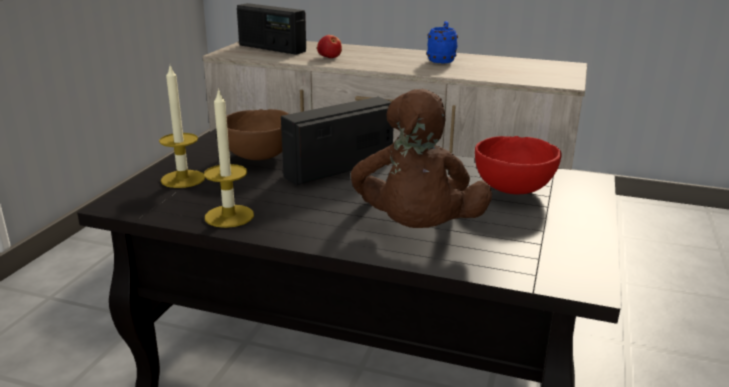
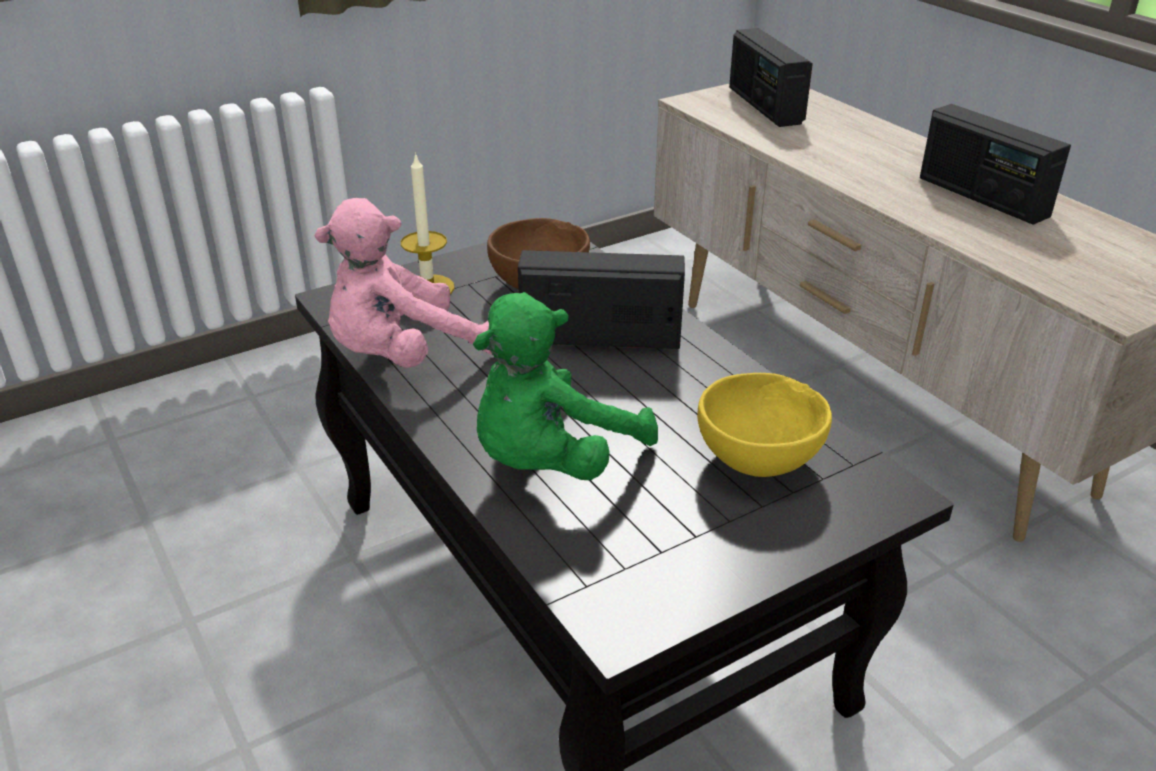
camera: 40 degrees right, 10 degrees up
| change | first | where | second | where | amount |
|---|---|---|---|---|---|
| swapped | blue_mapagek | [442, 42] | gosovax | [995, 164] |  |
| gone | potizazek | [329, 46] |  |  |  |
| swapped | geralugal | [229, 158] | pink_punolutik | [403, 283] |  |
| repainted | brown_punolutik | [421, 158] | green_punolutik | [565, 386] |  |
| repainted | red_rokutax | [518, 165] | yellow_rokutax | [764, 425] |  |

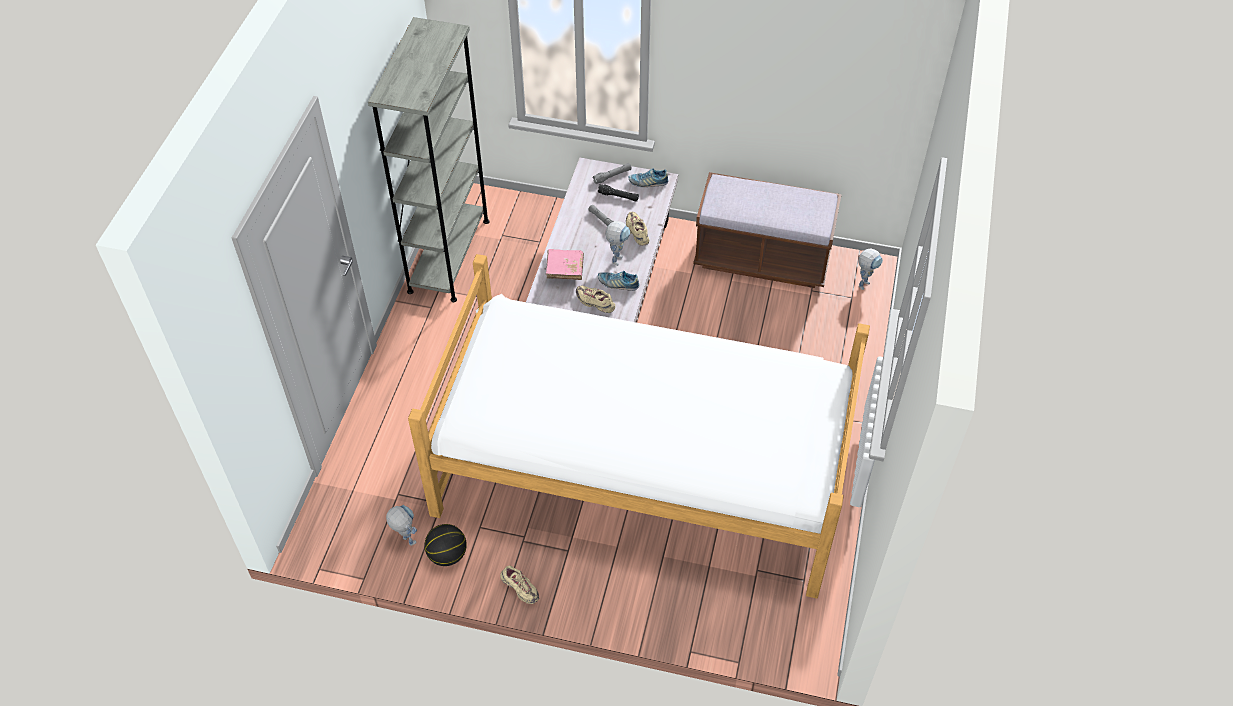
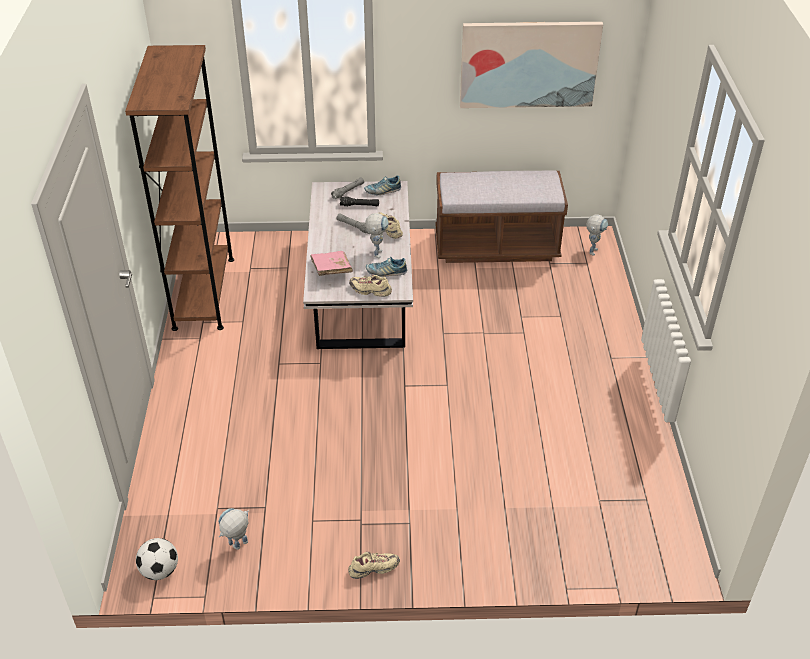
camera: 15 degrees left, 10 degrees down
| change | first | where | second | where | amount |
|---|---|---|---|---|---|
| repainted | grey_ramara | [428, 159] | brown_ramara | [179, 188] |  |
| gone | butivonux | [639, 426] |  |  |  |
| rotated | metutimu | [401, 525] |  | [233, 529] | 75 degrees counterclockwise |
| gone | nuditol | [445, 545] |  |  |  |
| rotated | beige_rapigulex | [519, 584] |  | [374, 565] | 45 degrees counterclockwise |
| new |  |  | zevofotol | [531, 65] |  |
| new |  |  | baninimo | [157, 559] |  |

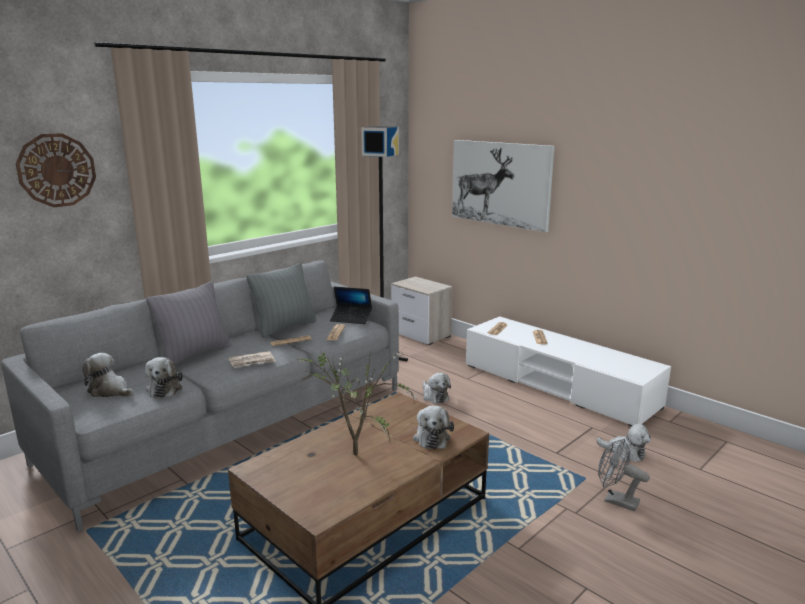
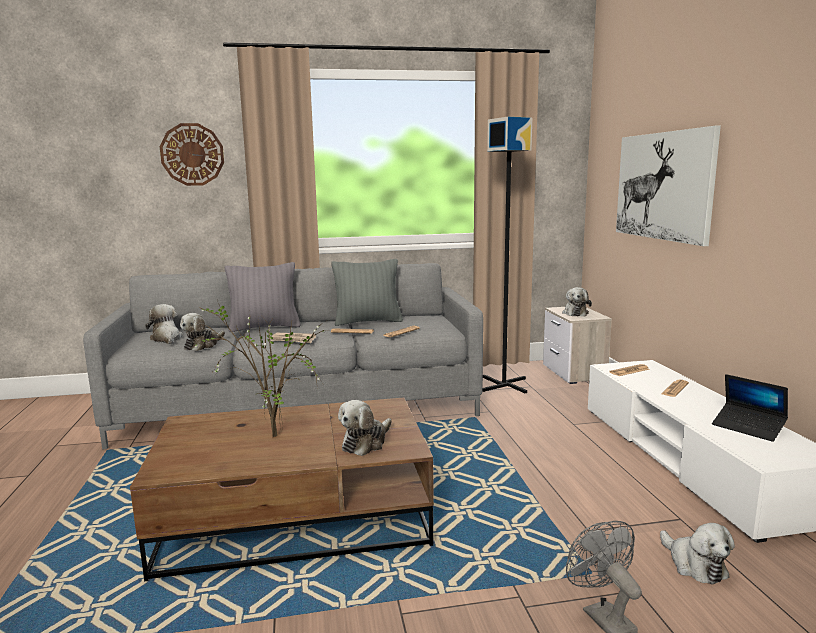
camera: 35 degrees right, 5 degrees down
| change | first | where | second | where | amount |
|---|---|---|---|---|---|
| shifted | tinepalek | [351, 305] |  | [750, 408] |  |
| shifted | punolutik | [437, 388] |  | [577, 301] |  |

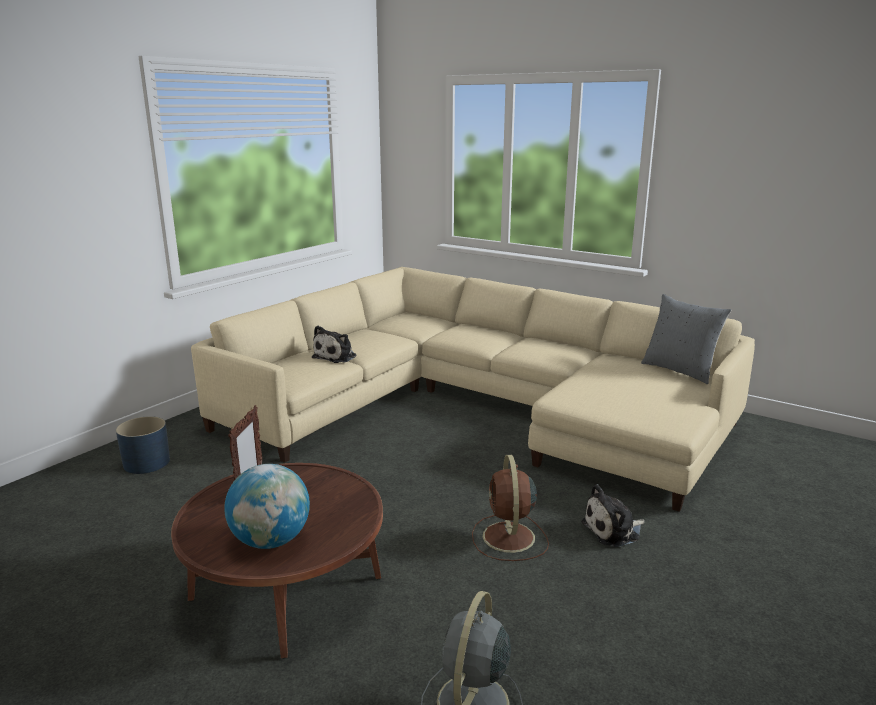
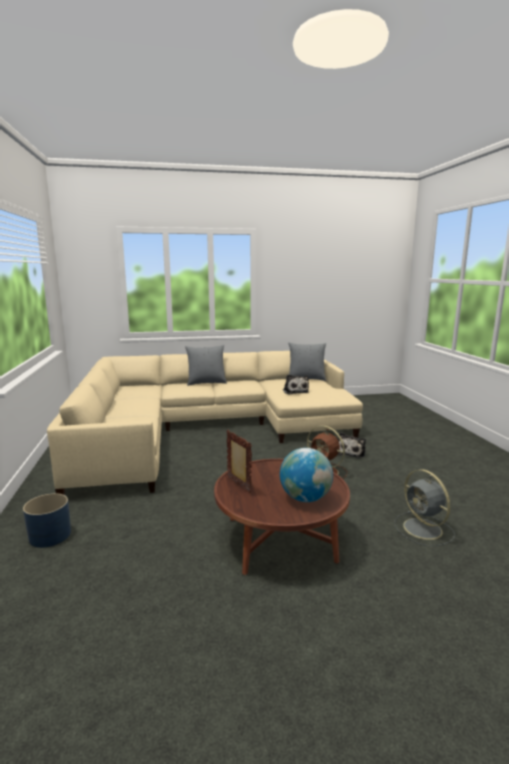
camera: 45 degrees left, 5 degrees down
| change | first | where | second | where | amount |
|---|---|---|---|---|---|
| shifted | punolutik | [334, 344] |  | [296, 384] |  |
| new |  |  | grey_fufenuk | [206, 365] |  |

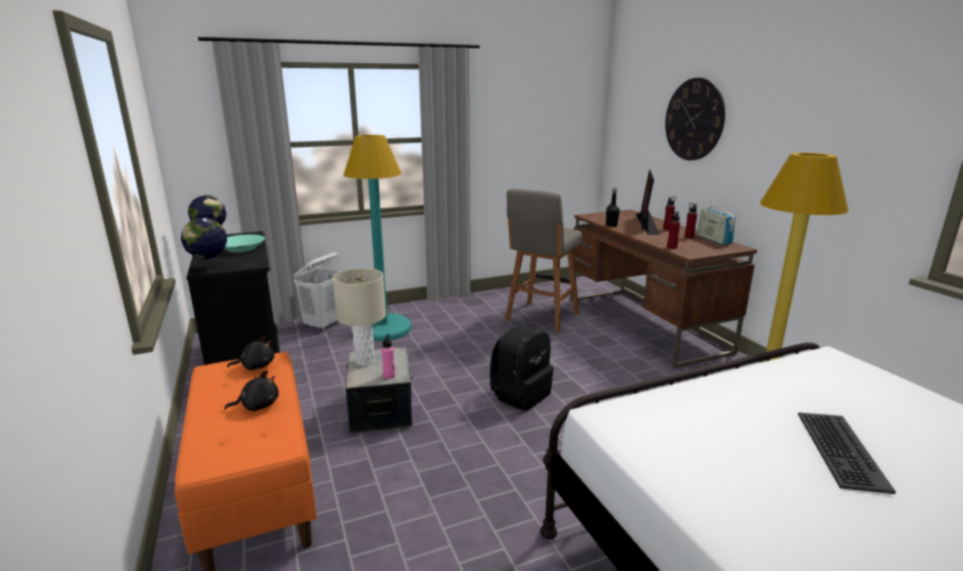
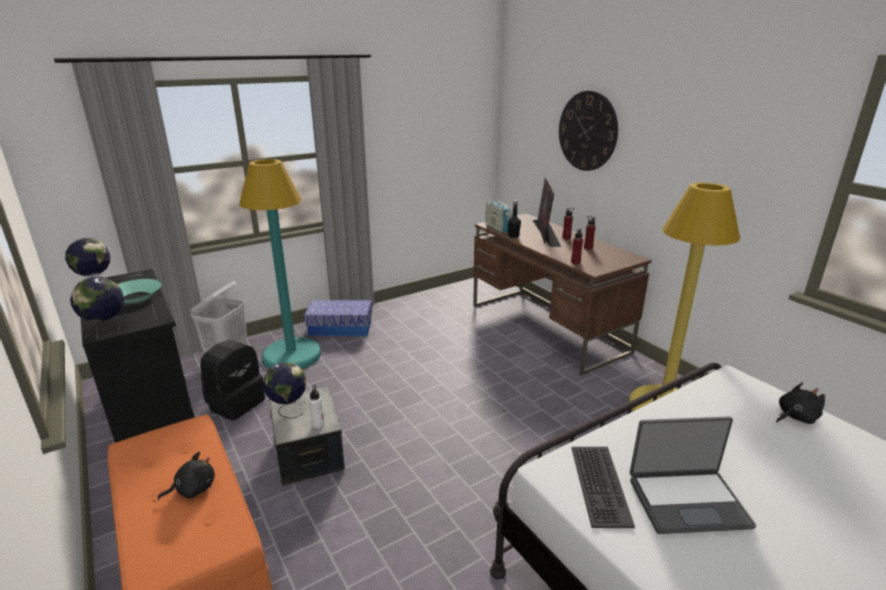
camera: 10 degrees left, 5 degrees up
| change | first | where | second | where | amount |
|---|---|---|---|---|---|
| gone | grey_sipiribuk | [544, 261] |  |  |  |
| shifted | gosovax | [716, 224] |  | [498, 216] |  |
| swapped | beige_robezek | [359, 317] | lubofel | [284, 390] |  |
| shifted | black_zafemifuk | [522, 368] |  | [232, 380] |  |
| repainted | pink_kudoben | [388, 356] | white_kudoben | [316, 407] |  |
| shifted | black_punolutik | [251, 353] |  | [800, 403] |  |
| shifted | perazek | [847, 453] |  | [603, 487] |  |
| new |  |  | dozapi | [338, 318] |  |
| new |  |  | tinepalek | [693, 475] |  |

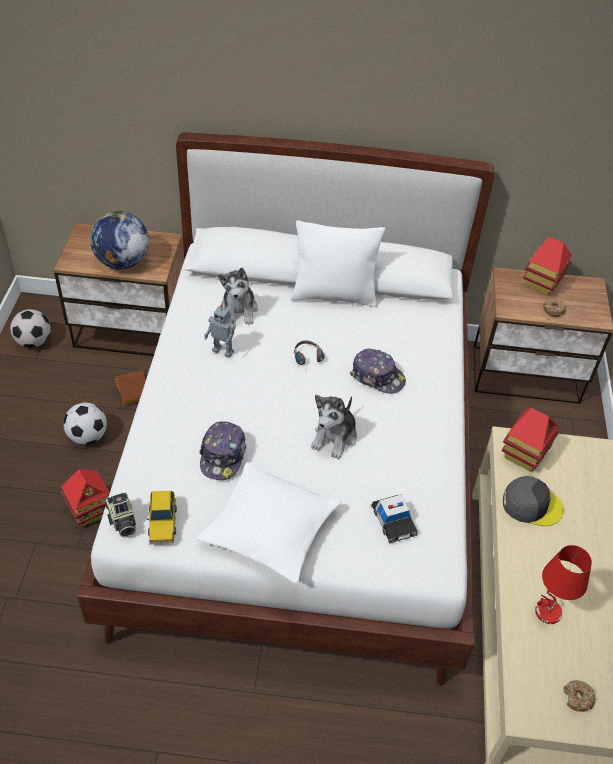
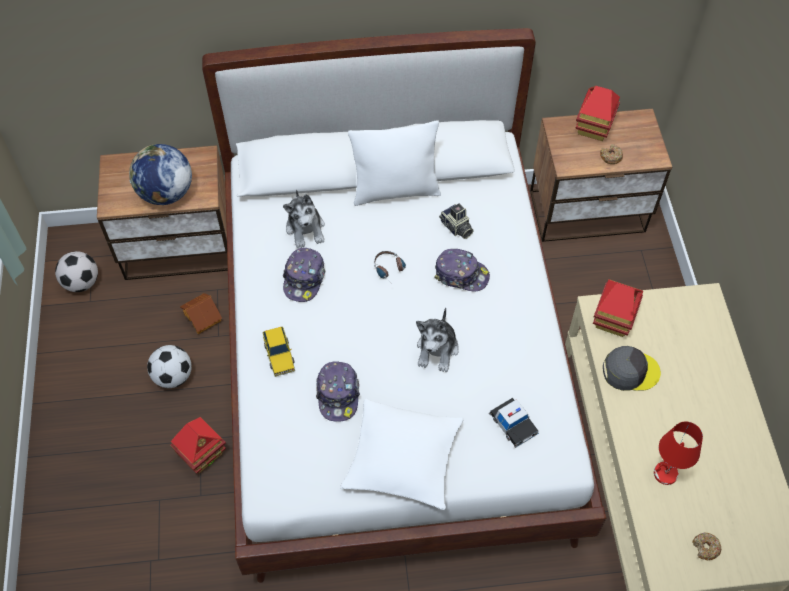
camera: 10 degrees left, 10 degrees up
| change | first | where | second | where | amount |
|---|---|---|---|---|---|
| swapped | metutimu | [220, 331] | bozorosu | [304, 275] |  |
| shifted | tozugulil | [162, 517] |  | [279, 352] |  |
| shifted | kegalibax | [120, 514] |  | [456, 221] |  |

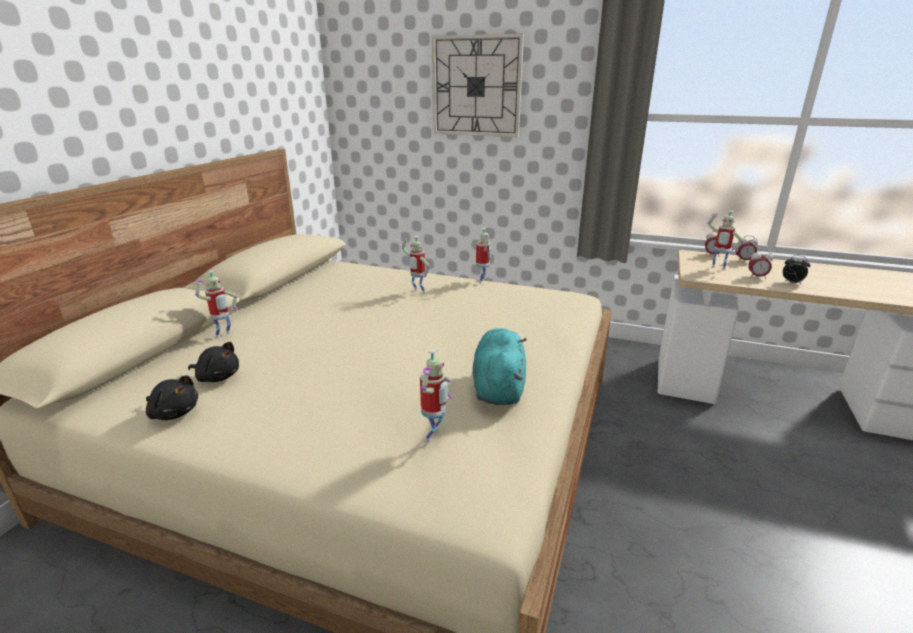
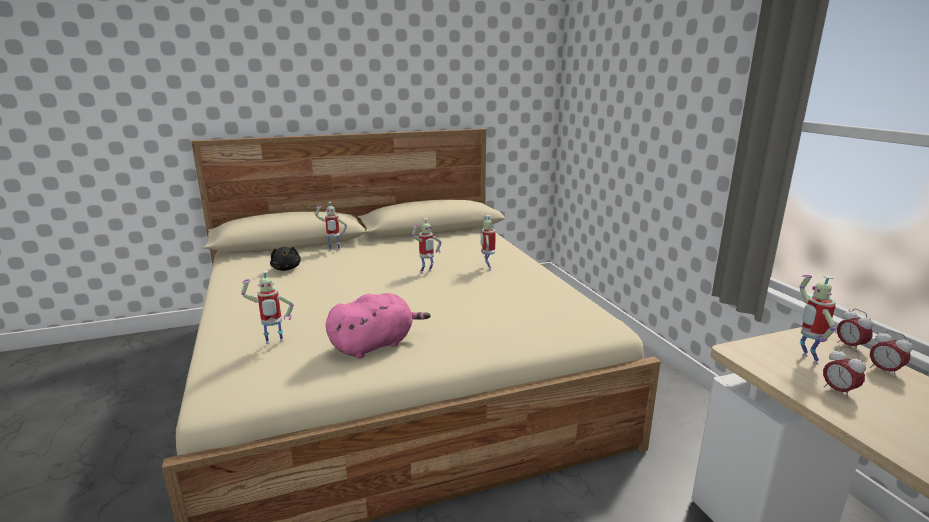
camera: 50 degrees right, 5 degrees down
| change | first | where | second | where | amount |
|---|---|---|---|---|---|
| gone | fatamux | [478, 85] |  |  |  |
| shifted | metutimu | [483, 256] |  | [427, 246] |  |
| gone | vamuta | [797, 269] |  |  |  |
| repainted | turquoise_punolutik | [499, 366] | pink_punolutik | [378, 326] |  |
| gone | black_punolutik | [172, 397] |  |  |  |

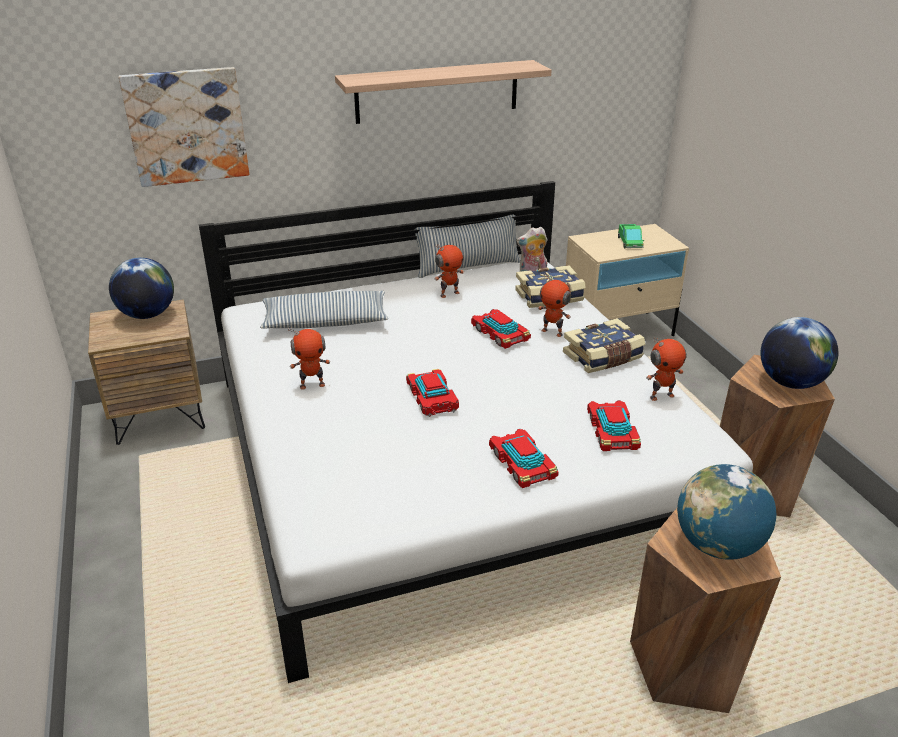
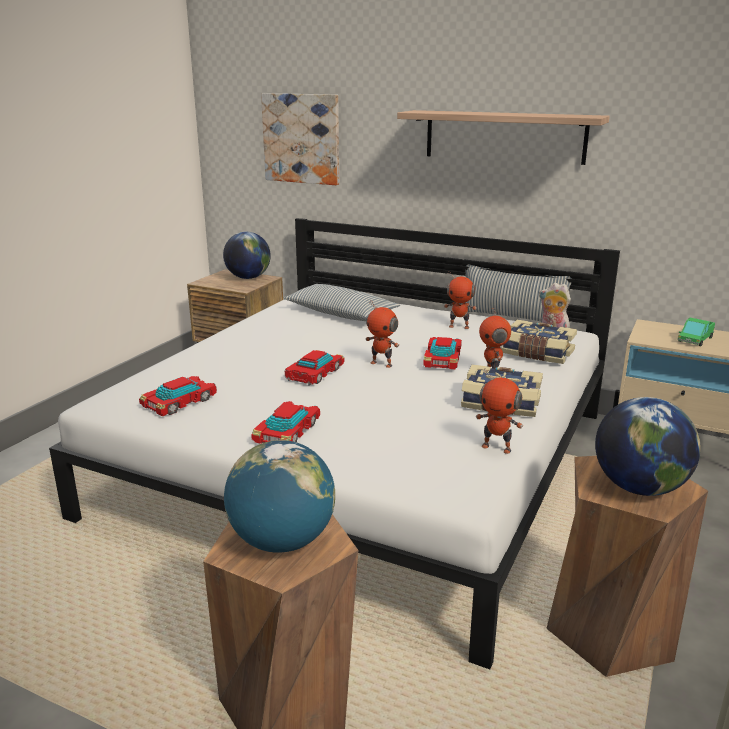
camera: 45 degrees right, 10 degrees down
| change | first | where | second | where | amount |
|---|---|---|---|---|---|
| shifted | metutimu | [309, 358] |  | [382, 334] |  |
| shifted | tozugulil | [614, 425] |  | [178, 396] |  |

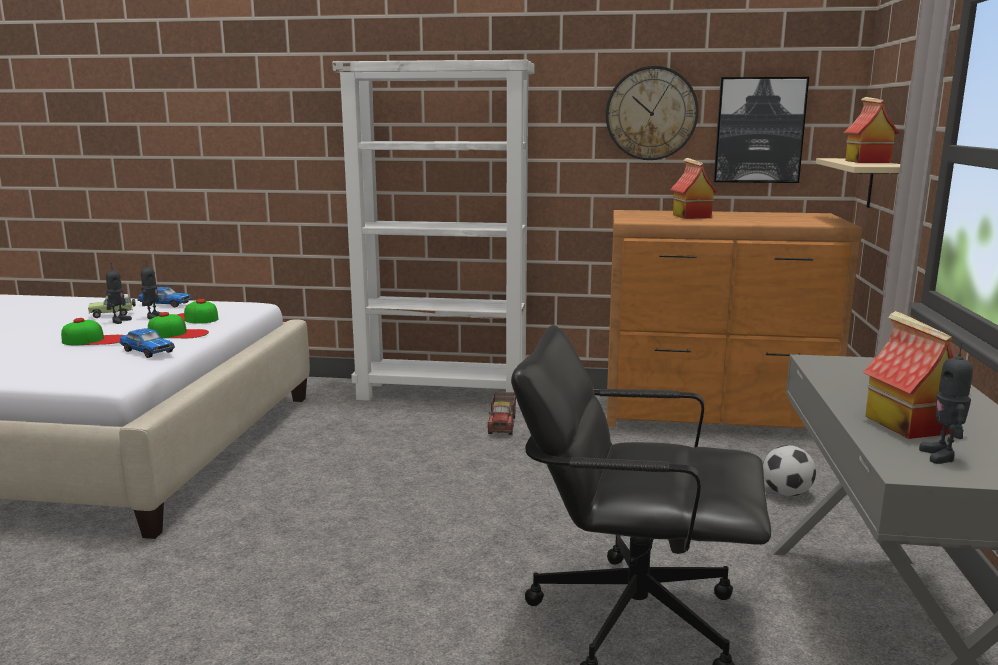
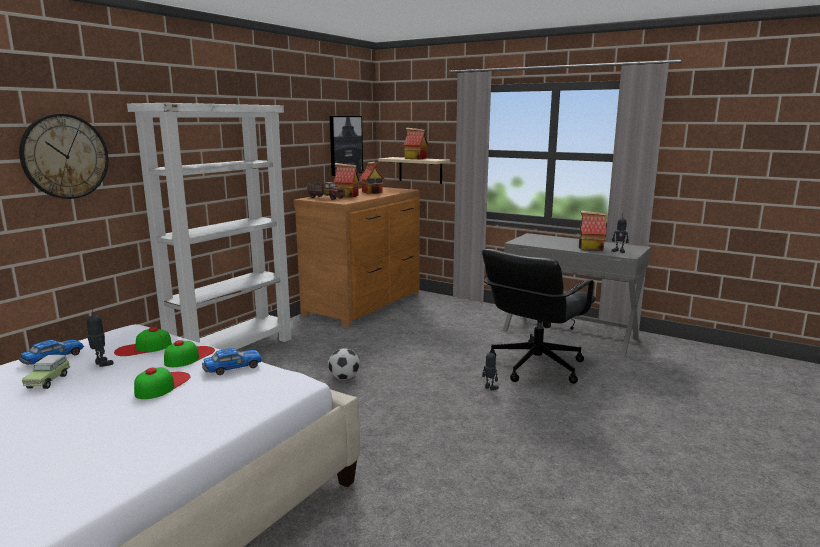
camera: 65 degrees left, 0 degrees up
| change | first | where | second | where | amount |
|---|---|---|---|---|---|
| shifted | fatamux | [652, 113] |  | [64, 156] |  |
| shifted | metutimu | [119, 293] |  | [490, 371] |  |
| shifted | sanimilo | [501, 413] |  | [325, 191] |  |
| shifted | baninimo | [789, 470] |  | [344, 364] |  |
| new |  |  | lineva | [372, 178] |  |

